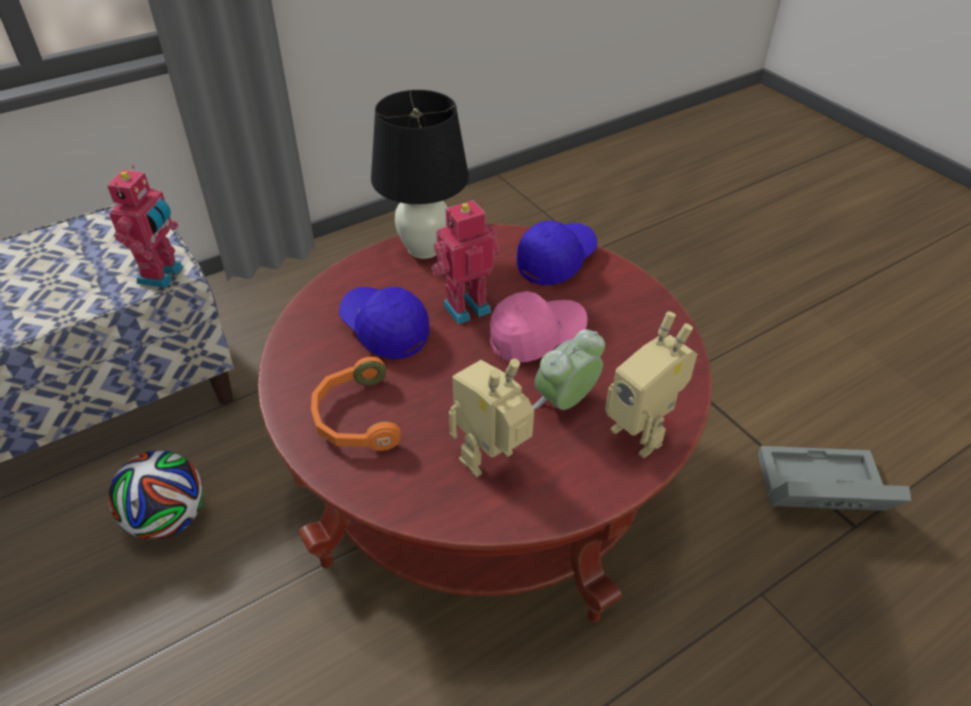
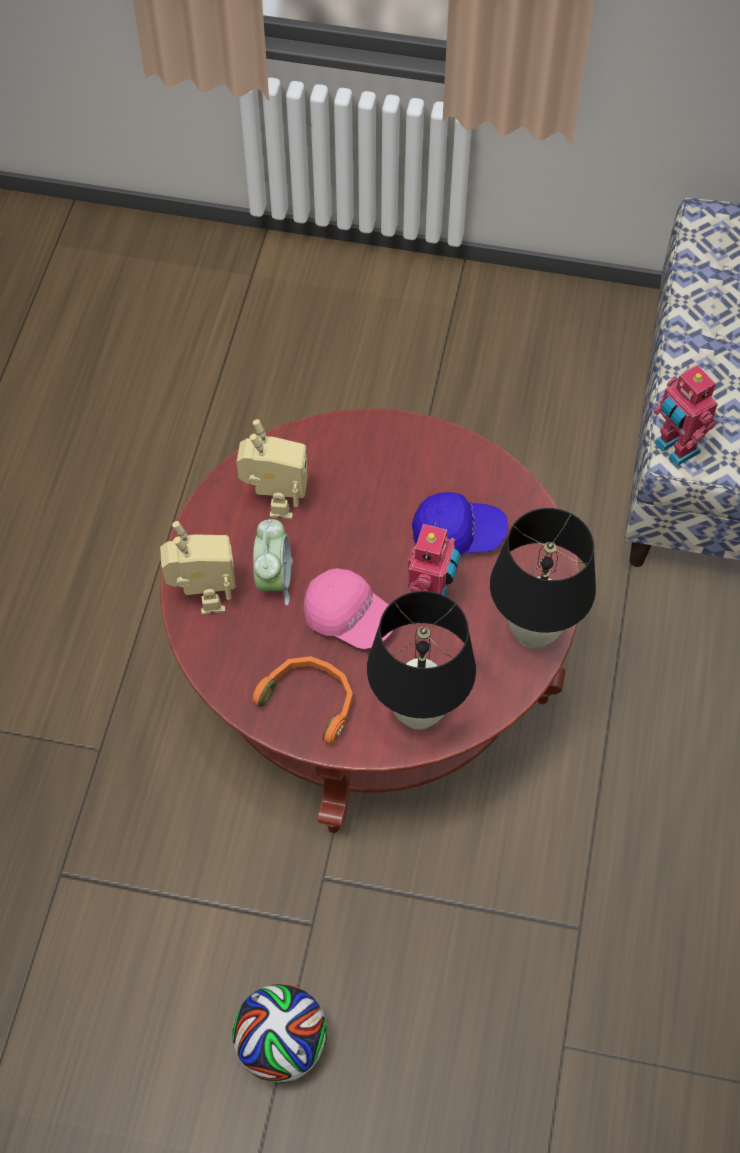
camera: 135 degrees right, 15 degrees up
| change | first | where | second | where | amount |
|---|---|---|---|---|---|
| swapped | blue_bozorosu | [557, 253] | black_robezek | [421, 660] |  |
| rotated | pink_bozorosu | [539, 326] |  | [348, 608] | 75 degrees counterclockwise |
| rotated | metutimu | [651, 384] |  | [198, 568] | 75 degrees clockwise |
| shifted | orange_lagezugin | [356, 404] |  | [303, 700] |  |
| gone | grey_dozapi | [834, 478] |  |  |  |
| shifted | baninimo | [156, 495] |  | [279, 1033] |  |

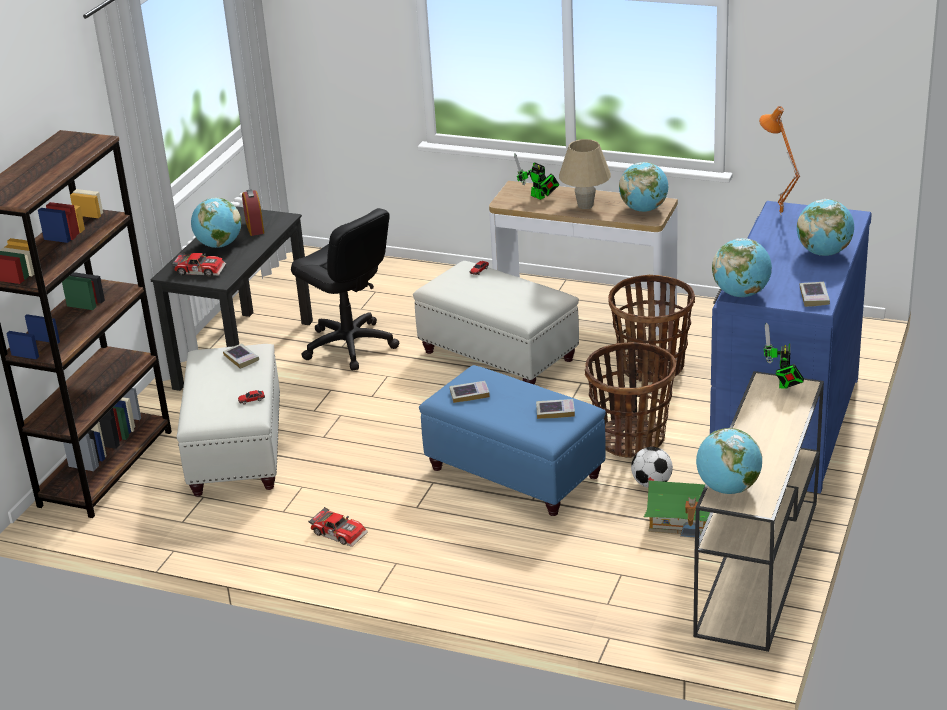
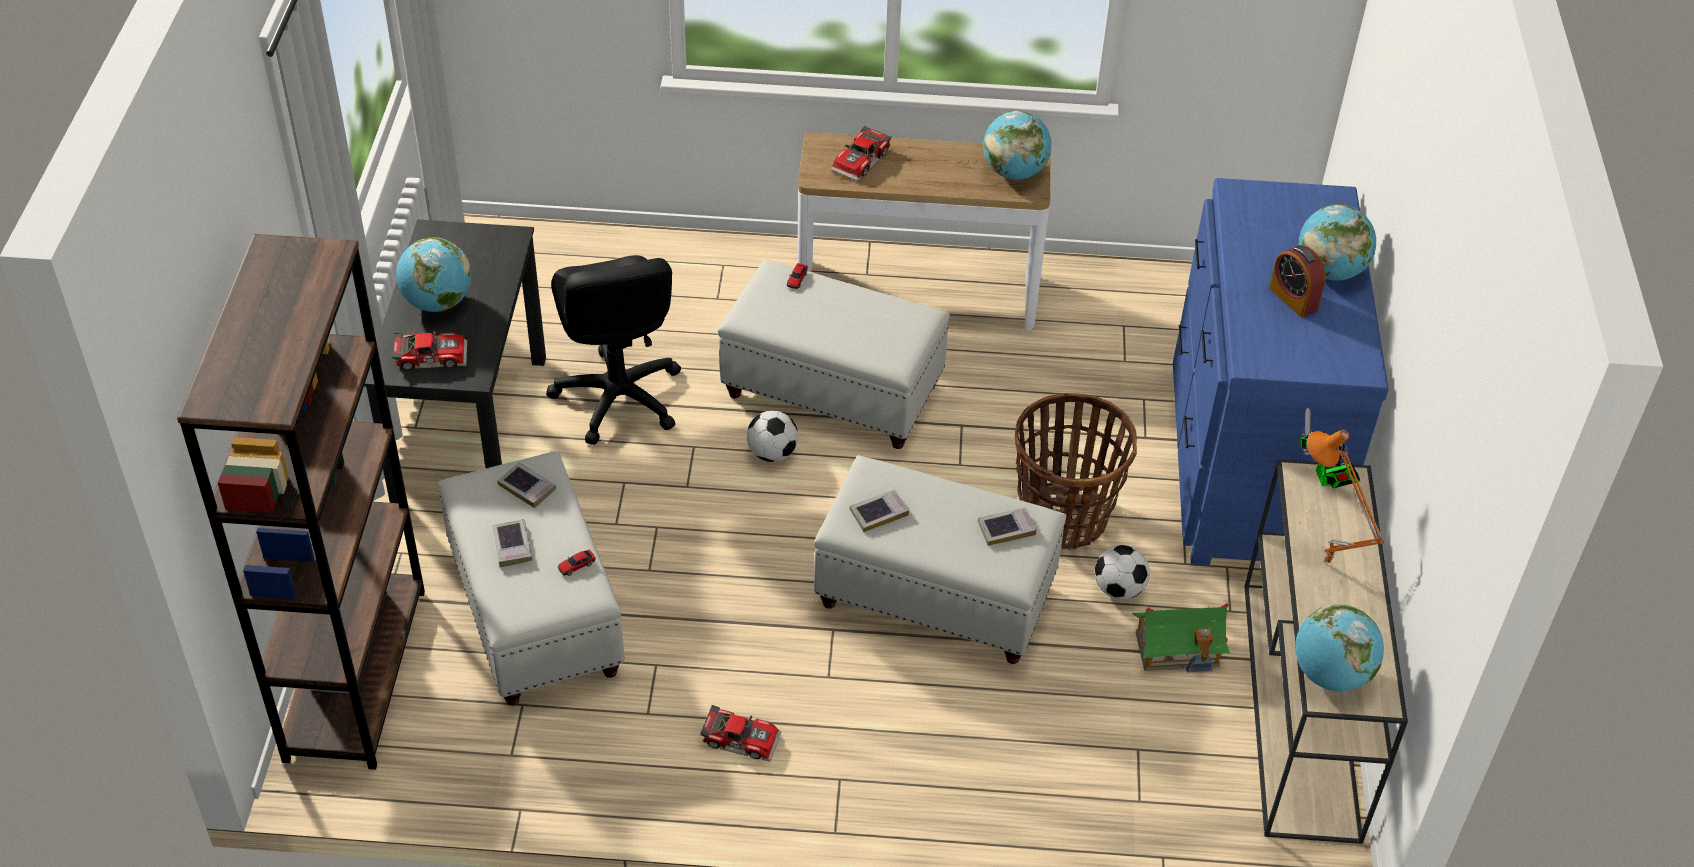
camera: 20 degrees left, 15 degrees up
| change | first | where | second | where | amount |
|---|---|---|---|---|---|
| shifted | orange_robezek | [779, 160] |  | [1345, 497] |  |
| gone | beige_robezek | [585, 174] |  |  |  |
| swapped | metutimu | [536, 176] | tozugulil | [861, 153] |  |
| shifted | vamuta | [253, 212] |  | [1297, 281] |  |
| rotated | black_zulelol | [345, 289] |  | [613, 350] | 45 degrees clockwise |
| gone | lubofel | [742, 267] |  |  |  |
| gone | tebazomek | [651, 328] |  |  |  |
| shifted | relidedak | [815, 294] |  | [512, 543] |  |
| repainted | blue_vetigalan | [512, 440] | white_vetigalan | [940, 559] |  |
| new |  |  | baninimo | [772, 436] |  |

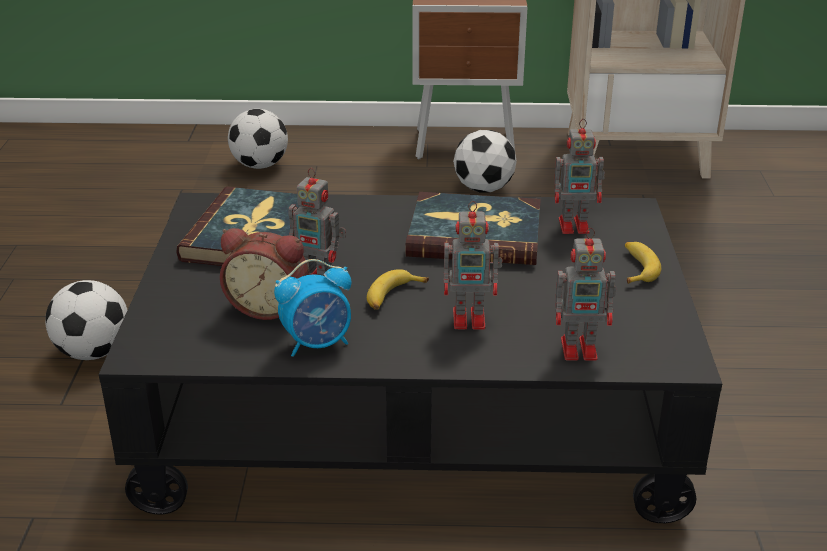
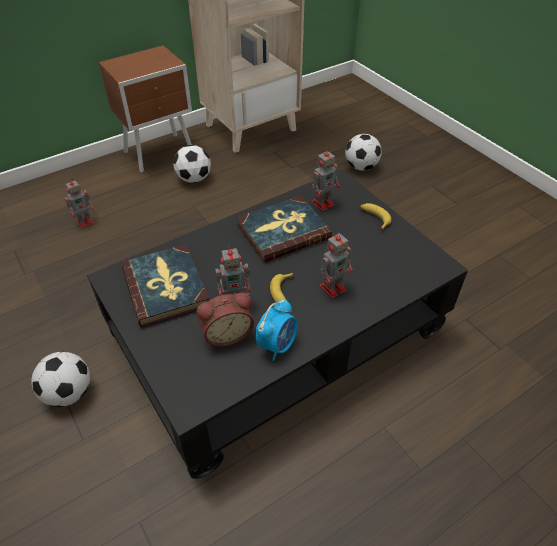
camera: 35 degrees left, 15 degrees up
| change | first | where | second | where | amount |
|---|---|---|---|---|---|
| shifted | baninimo | [258, 139] |  | [363, 152] |  |
| shifted | metutimu | [586, 294] |  | [79, 203] |  |

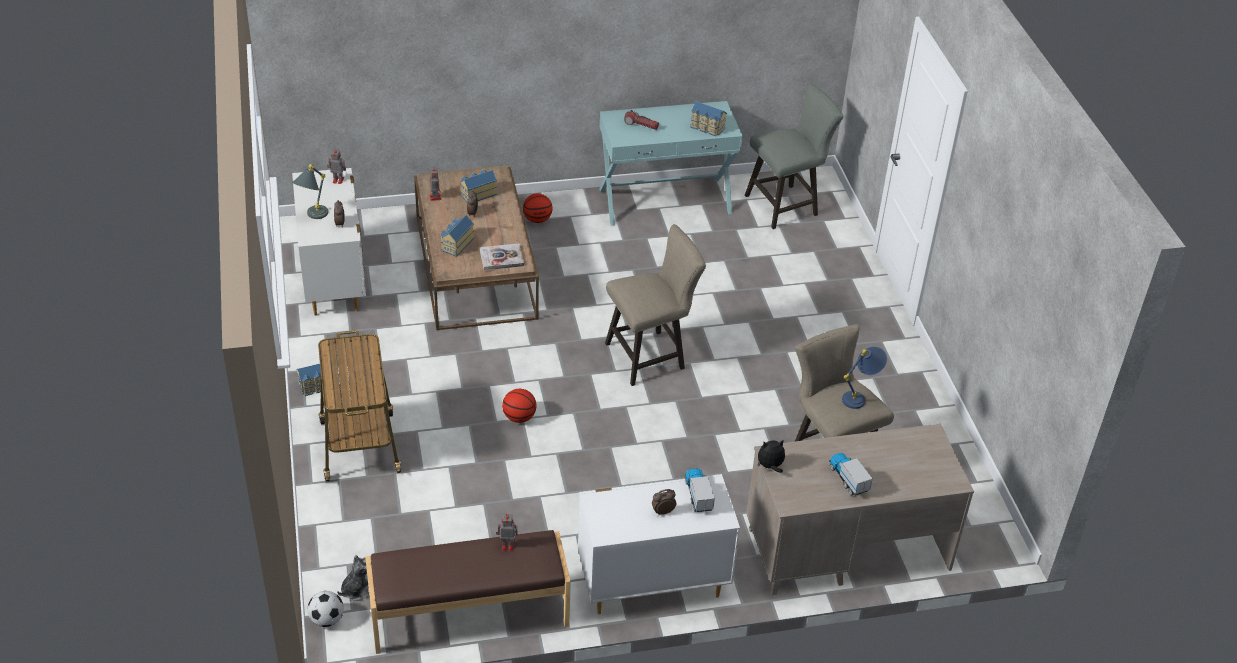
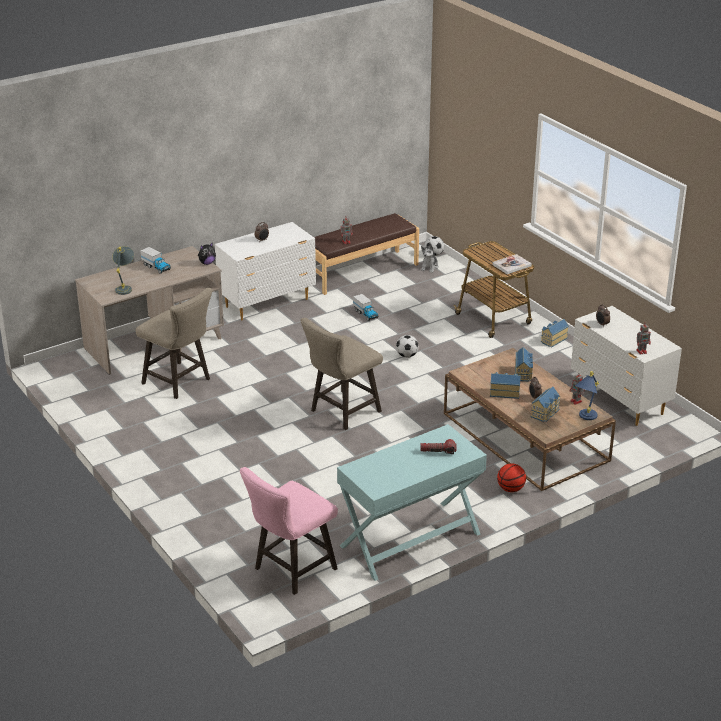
camera: 160 degrees right, 10 degrees down
| change | first | where | second | where | amount |
|---|---|---|---|---|---|
| repainted | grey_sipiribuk | [794, 156] | pink_sipiribuk | [289, 531] |  |
| shifted | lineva | [708, 118] |  | [505, 385] |  |
| shifted | grey_robezek | [310, 191] |  | [123, 270] |  |
| shifted | relidedak | [502, 256] |  | [512, 264] |  |
| shifted | blue_robezek | [864, 378] |  | [587, 395] |  |
| swapped | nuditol | [519, 406] | baninimo | [407, 346] |  |
| shifted | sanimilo | [700, 490] |  | [366, 307] |  |

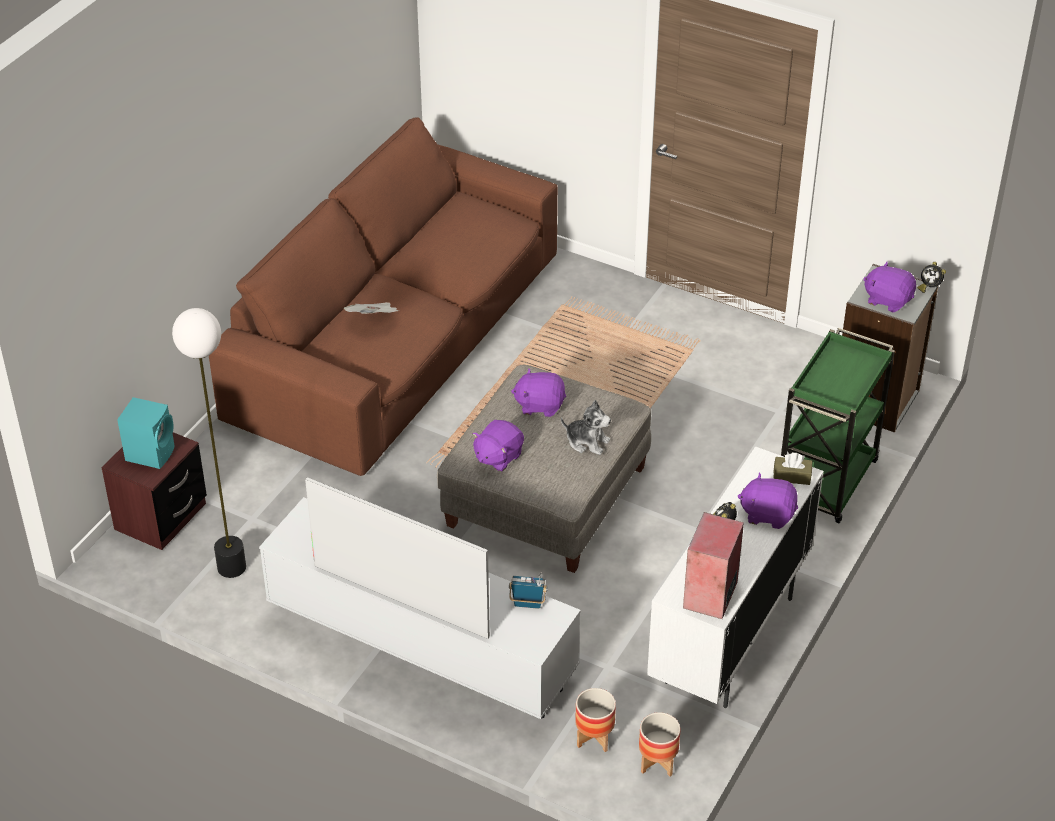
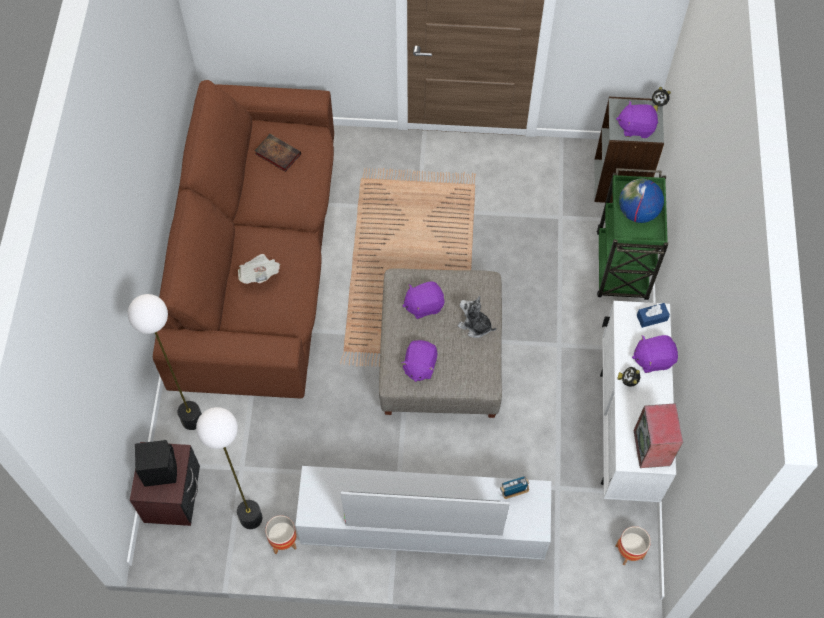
camera: 25 degrees left, 20 degrees up
| change | first | where | second | where | amount |
|---|---|---|---|---|---|
| repainted | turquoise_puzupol | [146, 433] | black_puzupol | [156, 463] |  |
| rotated | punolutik | [586, 427] |  | [477, 317] | 150 degrees counterclockwise |
| repainted | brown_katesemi | [792, 469] | blue_katesemi | [653, 315] |  |
| shifted | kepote | [595, 720] |  | [281, 534] |  |
| new |  |  | relidedak | [278, 153] |  |
| new |  |  | lubofel | [641, 201] |  |
| new |  |  | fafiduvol | [165, 362] |  |

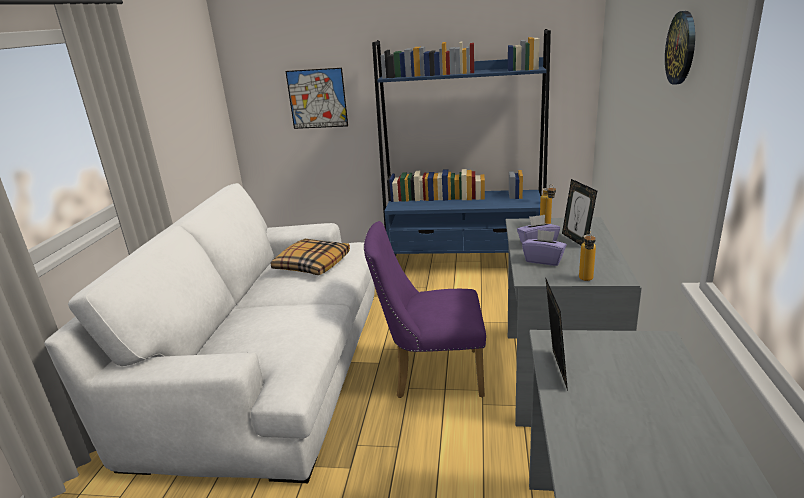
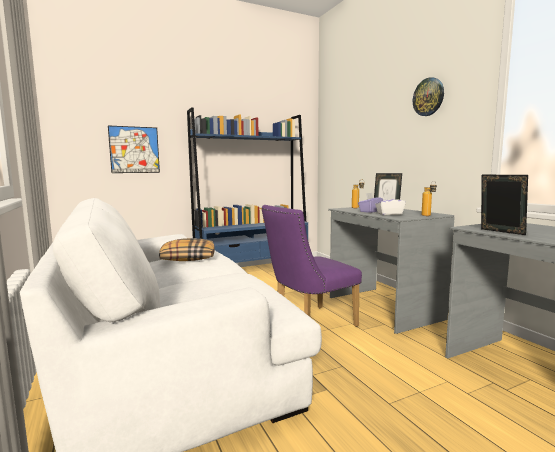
camera: 35 degrees left, 15 degrees down
| change | first | where | second | where | amount |
|---|---|---|---|---|---|
| repainted | purple_katesemi | [544, 248] | white_katesemi | [390, 204] |  |

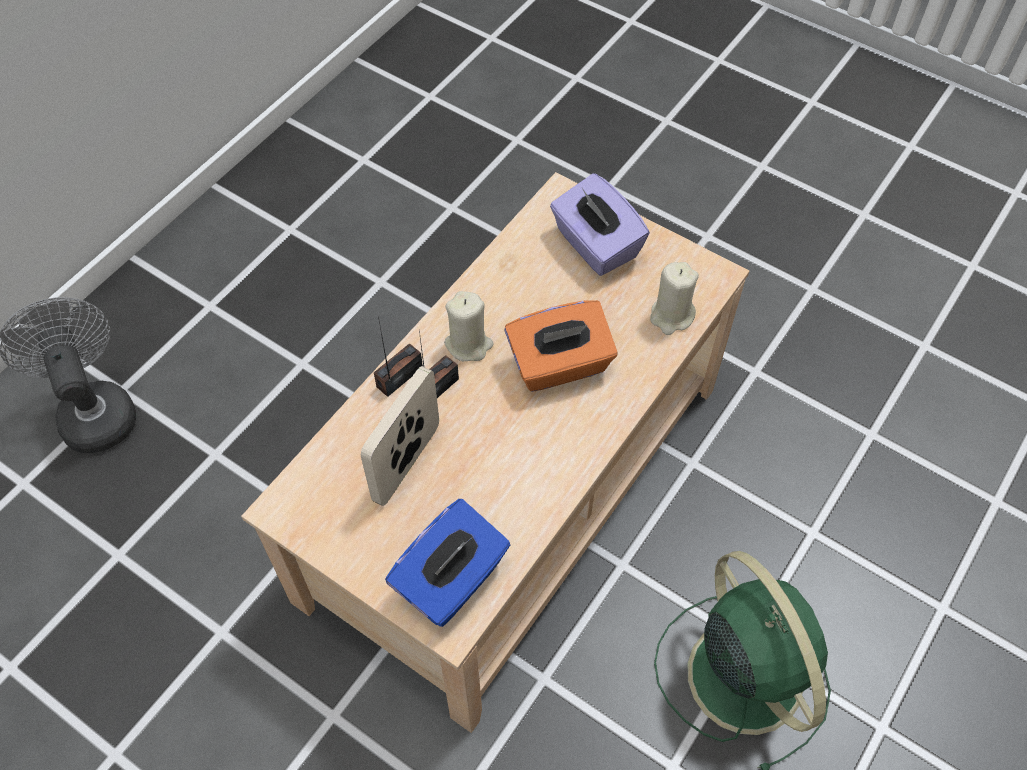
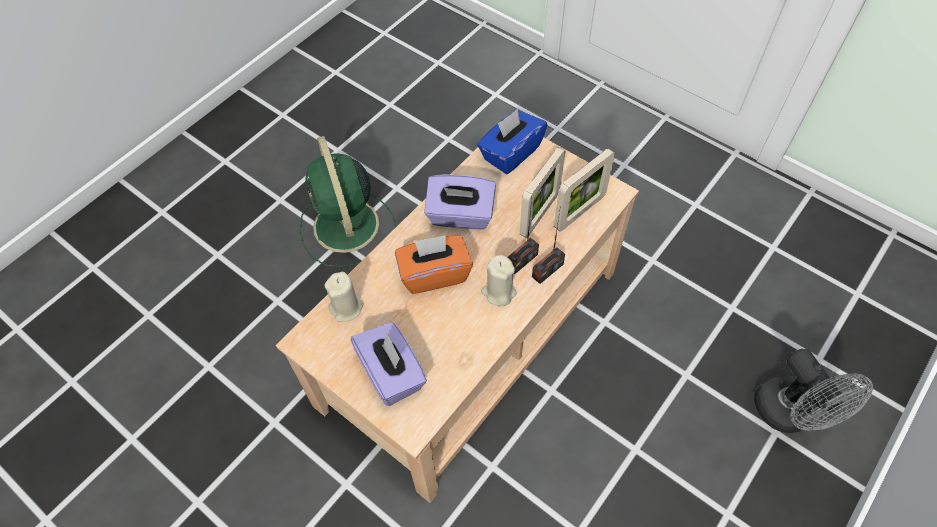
camera: 175 degrees left, 0 degrees up
| change | first | where | second | where | amount |
|---|---|---|---|---|---|
| new |  |  | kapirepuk | [584, 190] |  |
| new |  |  | purple_katesemi | [460, 202] |  |

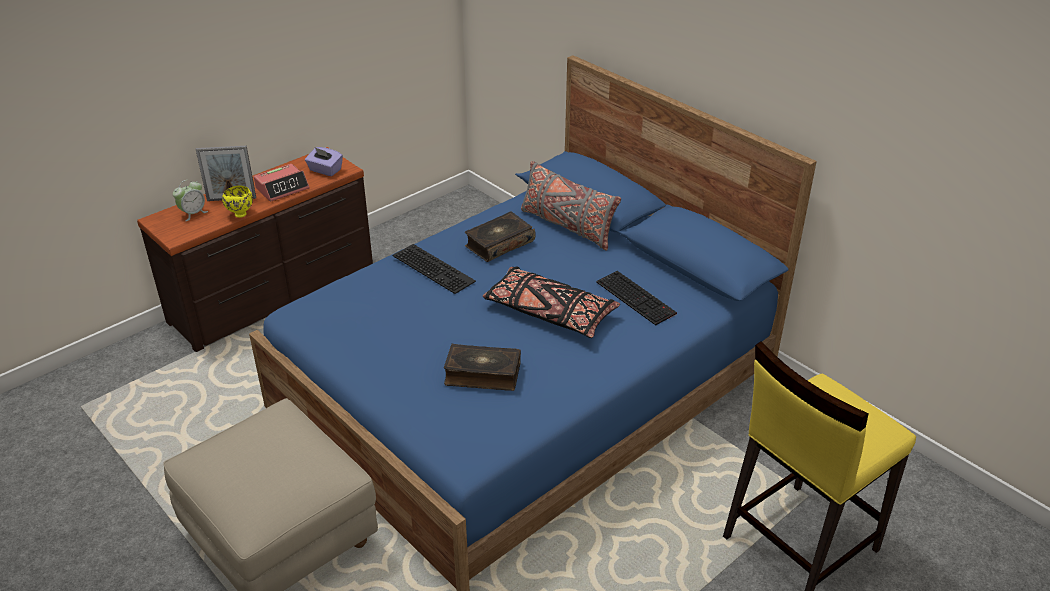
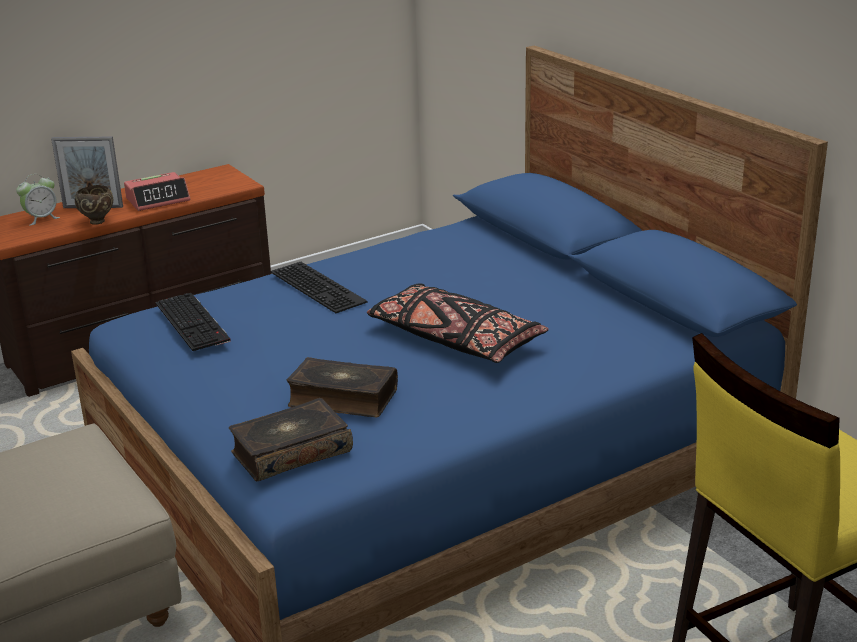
camera: 10 degrees right, 10 degrees down
| change | first | where | second | where | amount |
|---|---|---|---|---|---|
| gone | purple_katesemi | [324, 161] |  |  |  |
| gone | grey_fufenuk | [571, 205] |  |  |  |
| repainted | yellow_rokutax | [237, 201] | brown_rokutax | [94, 205] |  |
| shifted | relidedak | [500, 236] |  | [291, 439] |  |
| shifted | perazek | [636, 298] |  | [193, 322] |  |

